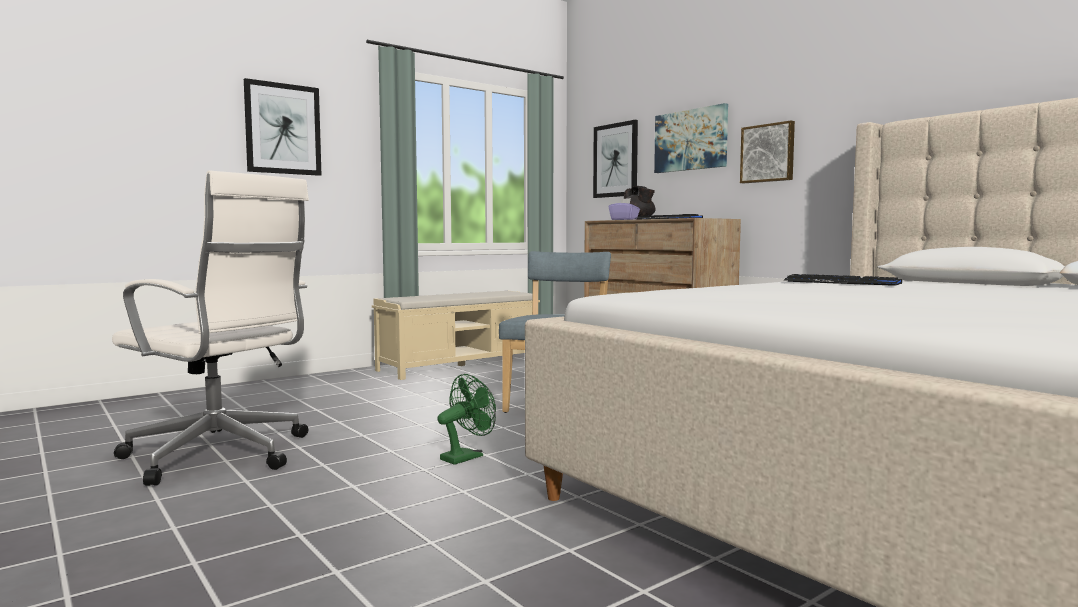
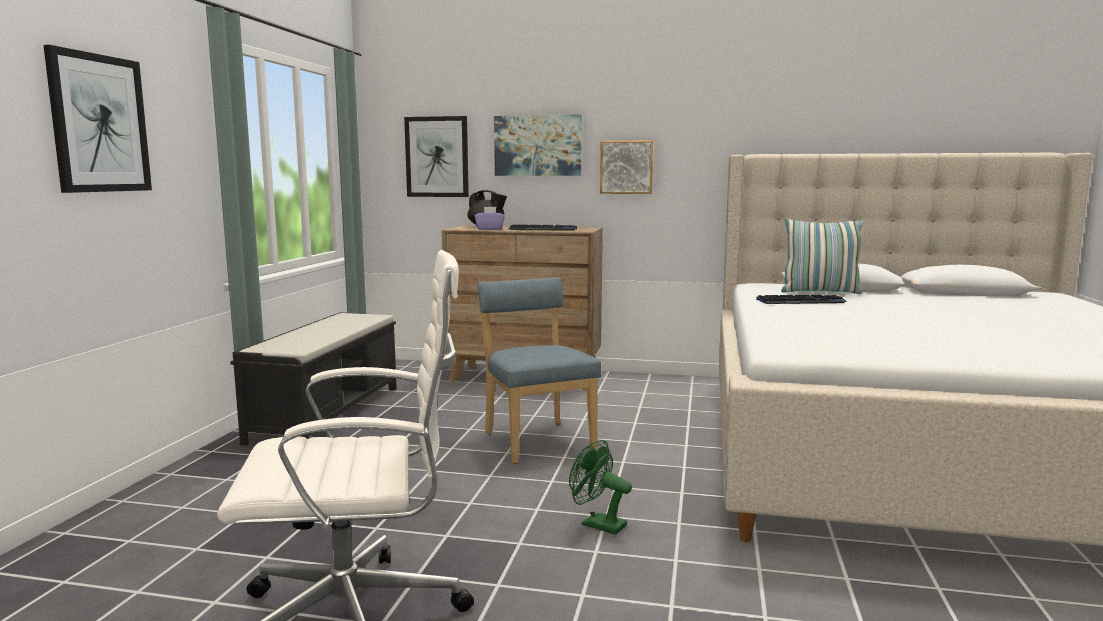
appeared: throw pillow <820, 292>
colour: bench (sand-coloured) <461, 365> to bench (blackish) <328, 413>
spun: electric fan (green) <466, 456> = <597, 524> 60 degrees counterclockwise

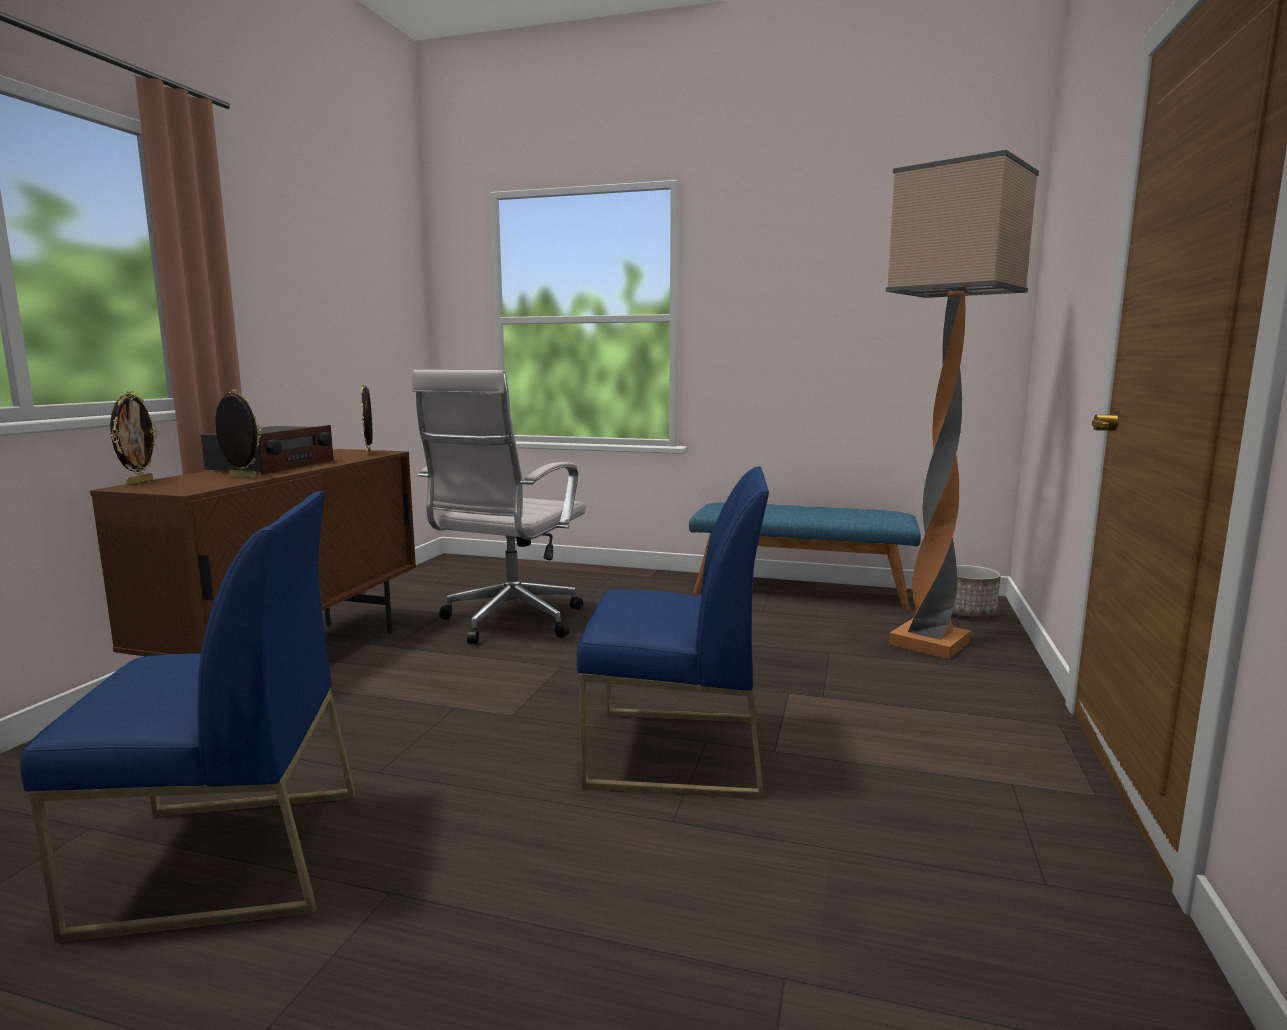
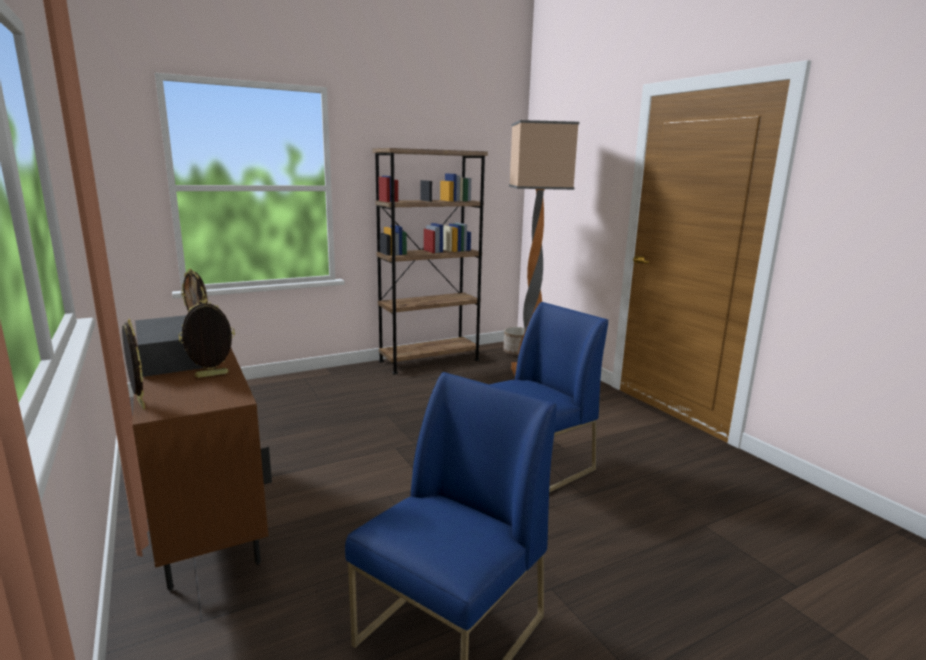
missing: desk chair (white-coloured) <508, 623>
exchanged: bench (blue) <800, 591> to bookshelf (brown) <429, 360>

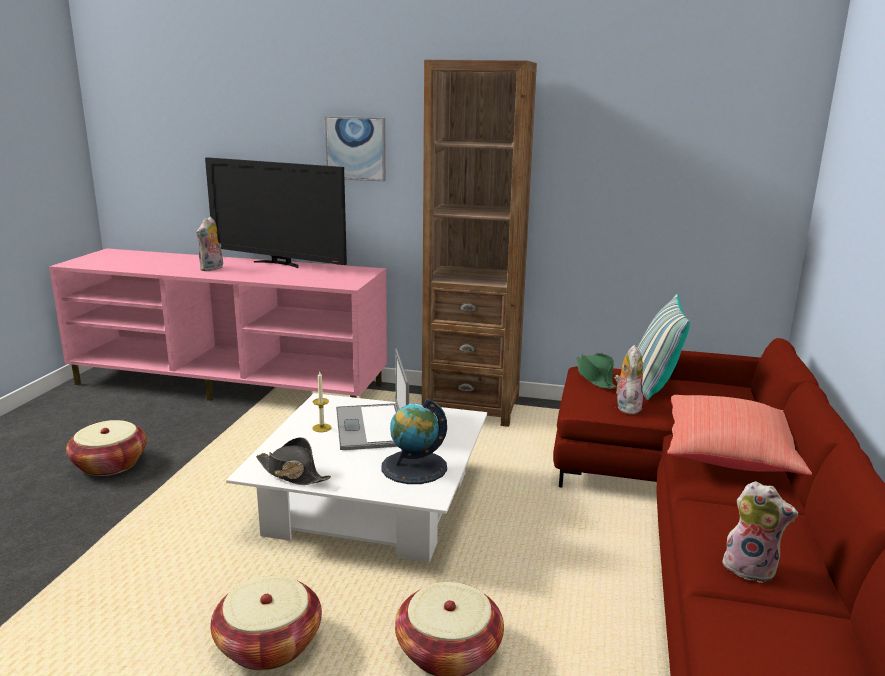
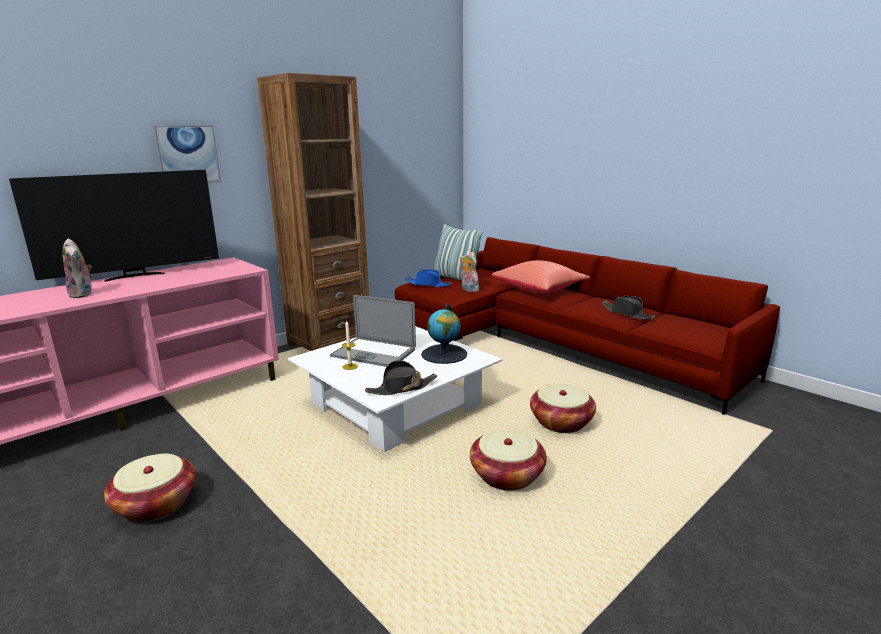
exchanged: plush toy <751, 568> to hat (blackish) <627, 313>
colour: hat (green) <595, 377> to hat (blue) <428, 284>

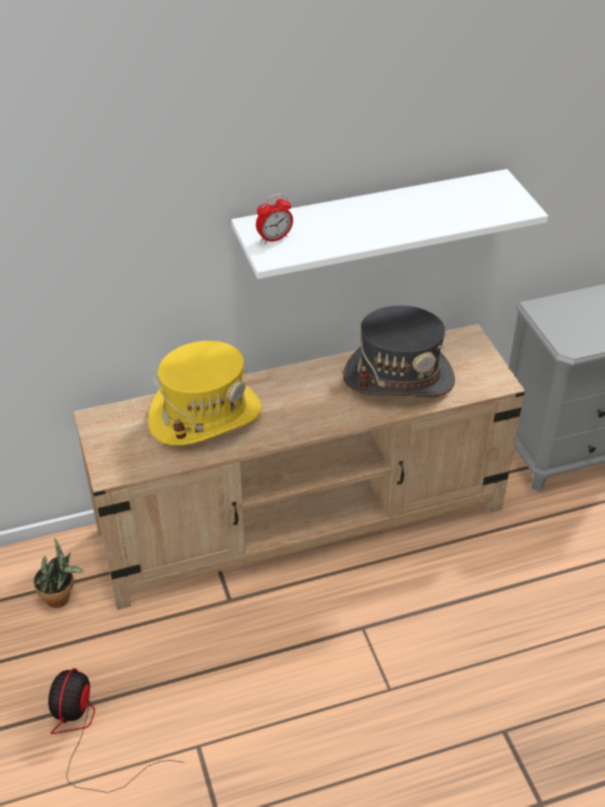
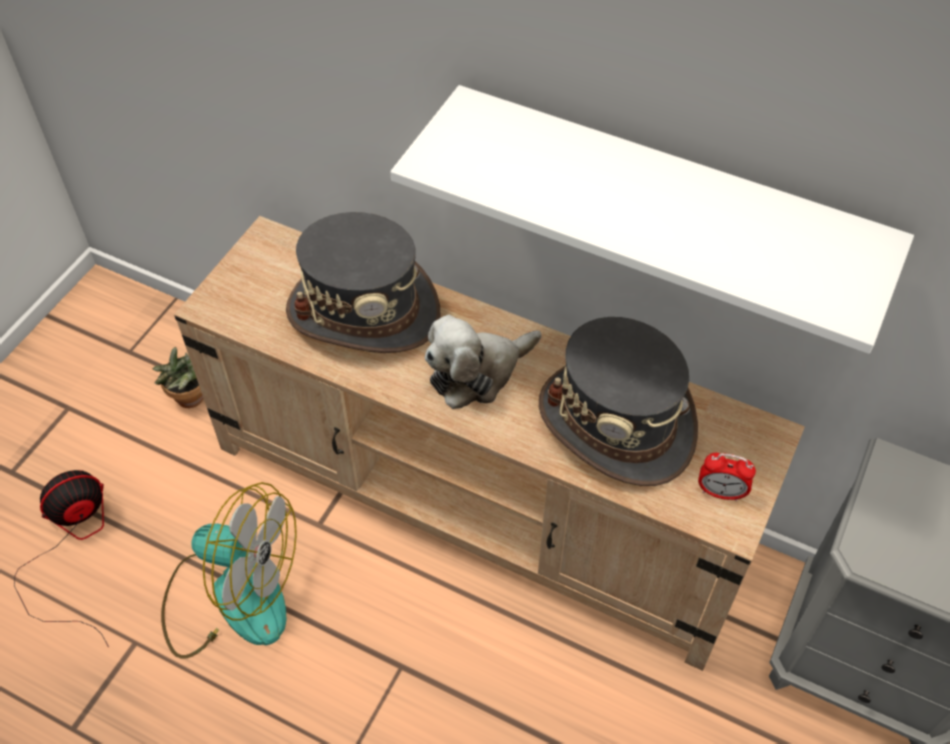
appeared: electric fan <231, 596>; plush toy <477, 373>
relocated: alarm clock <274, 238> to <720, 492>
colour: hat (yellow-coloured) <205, 415> to hat (greyish) <364, 311>

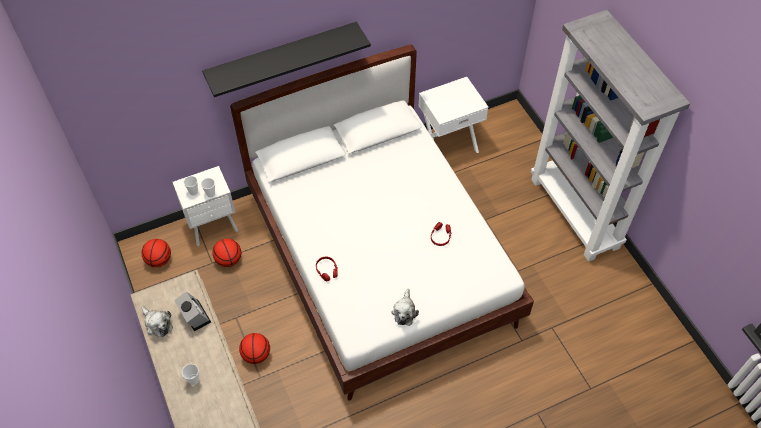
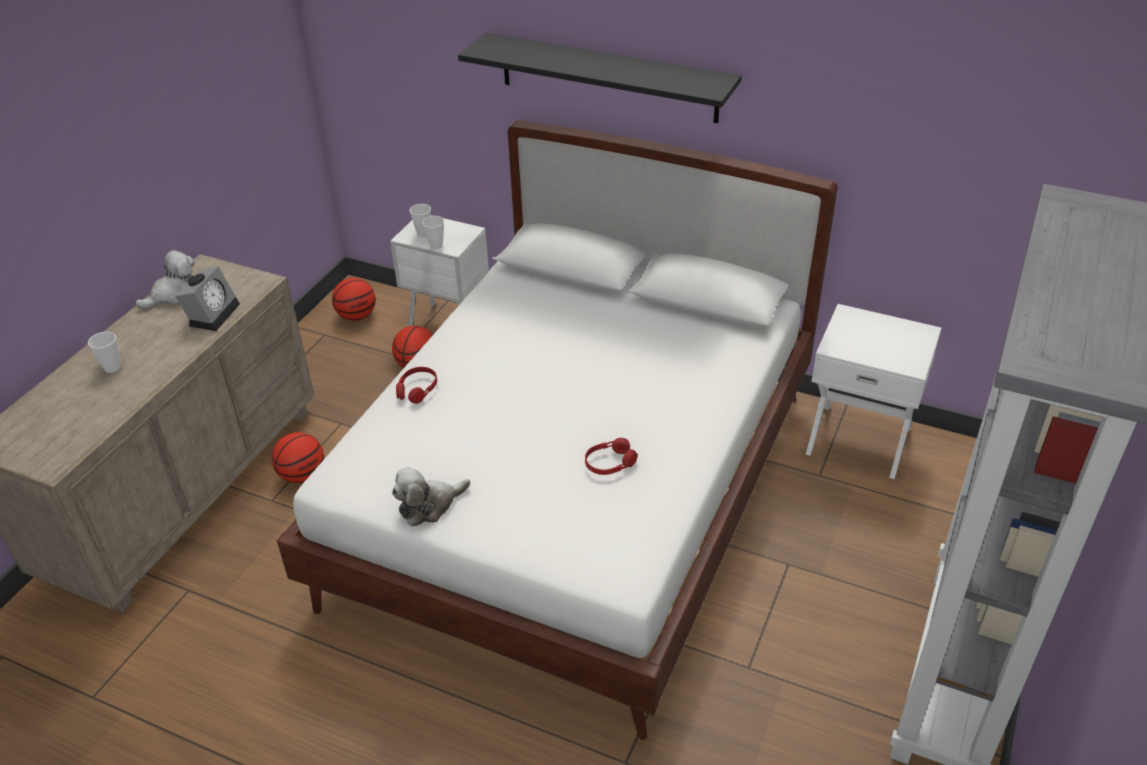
spun: plush toy <157, 324> = <174, 295> 135 degrees counterclockwise

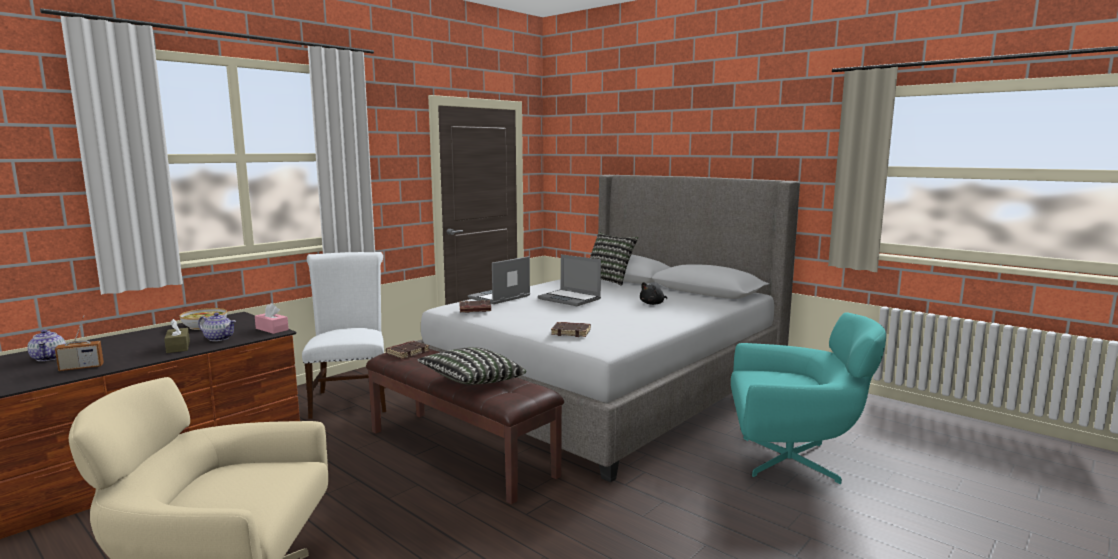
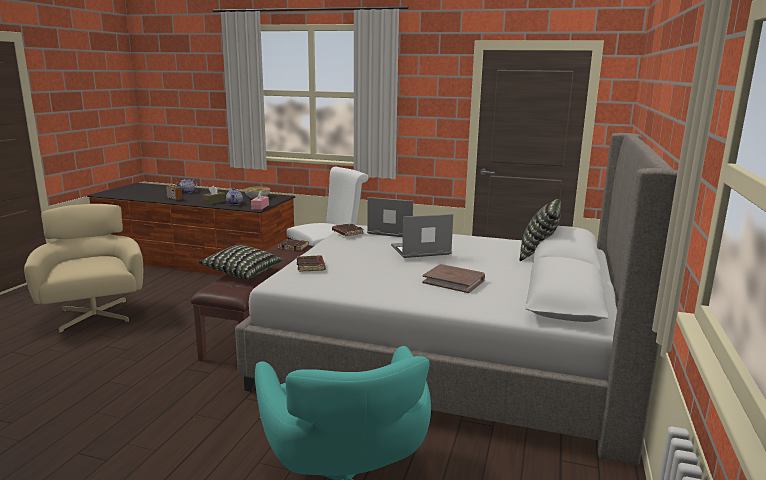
exchanged: plush toy (blackish) <653, 304> to bound book (brown) <454, 281>
spun: portable computer <570, 299> = <420, 251> 60 degrees clockwise

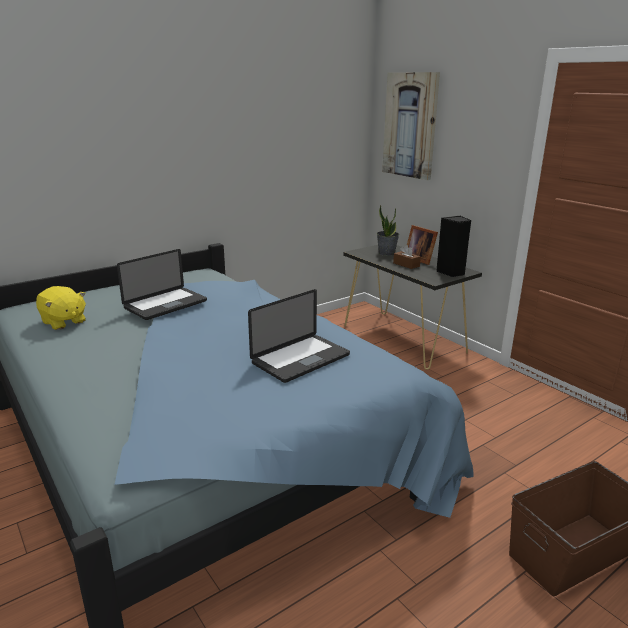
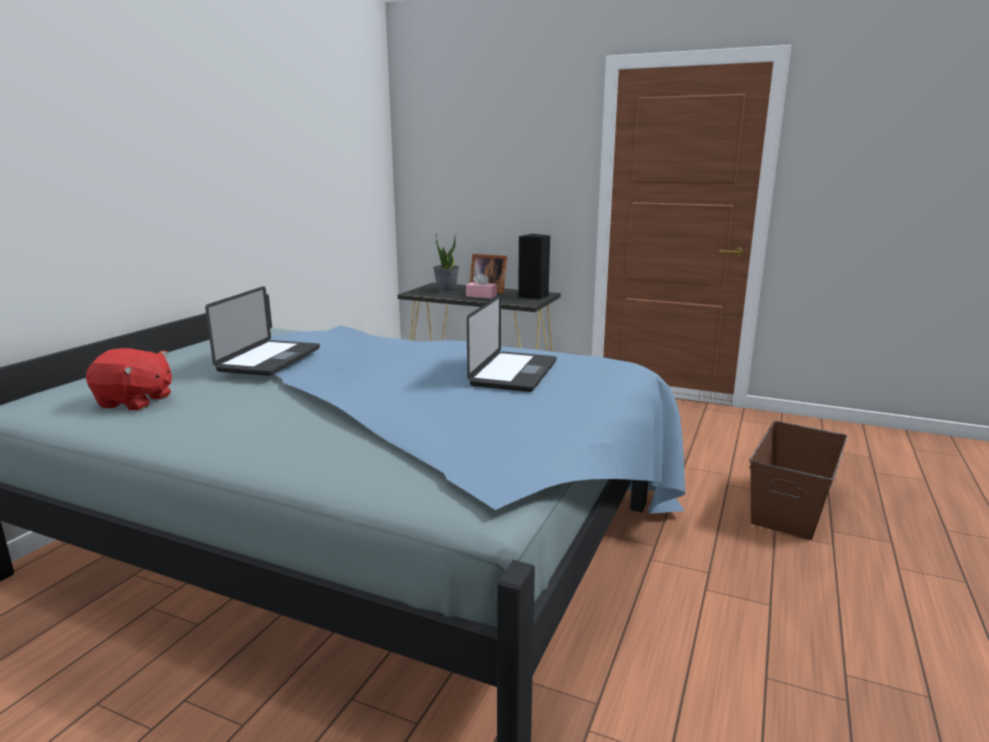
missing: wall art <410, 125>
colour: plush toy (yellow-coloured) <63, 322> to plush toy (red) <135, 402>; tissue box (brown) <406, 264> to tissue box (pink-coloured) <481, 296>

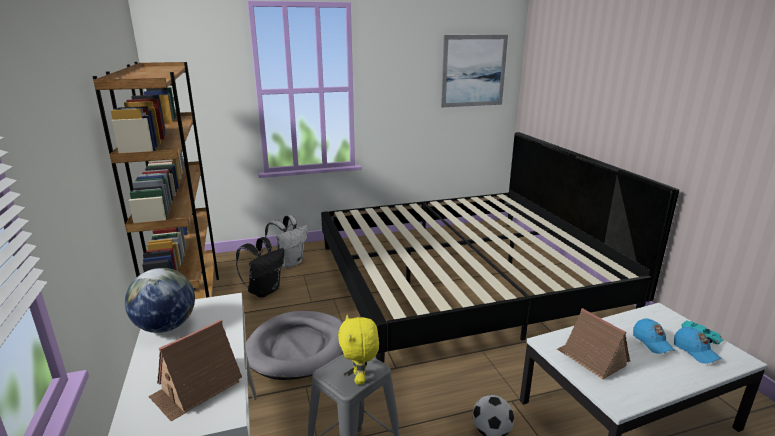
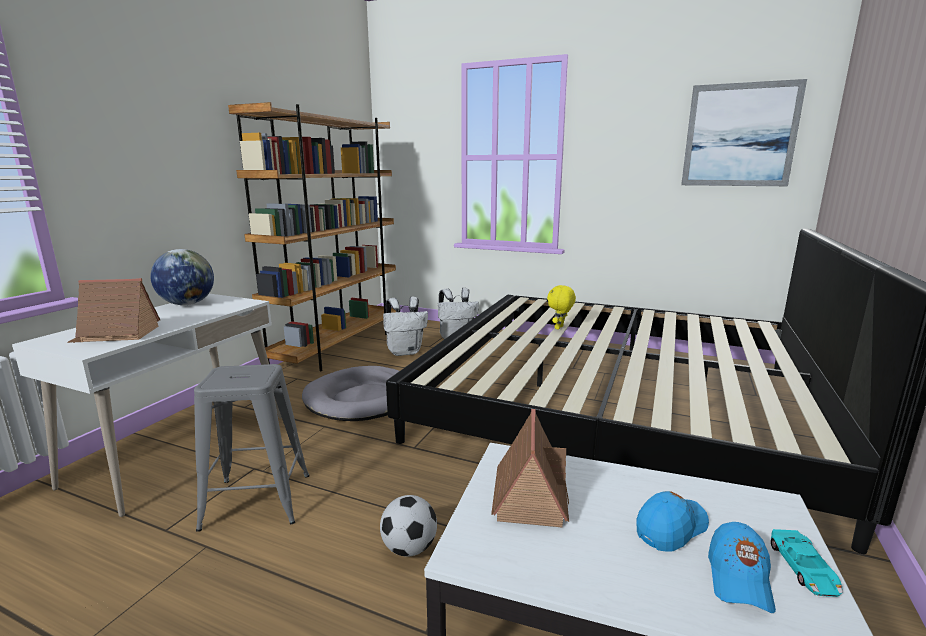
relocated: plush toy (yellow-coloured) <360, 378> to <559, 328>
colour: backpack (blackish) <264, 291> to backpack (white-coloured) <405, 352>
spun: cap (blue) <652, 342> = <671, 528> 150 degrees counterclockwise

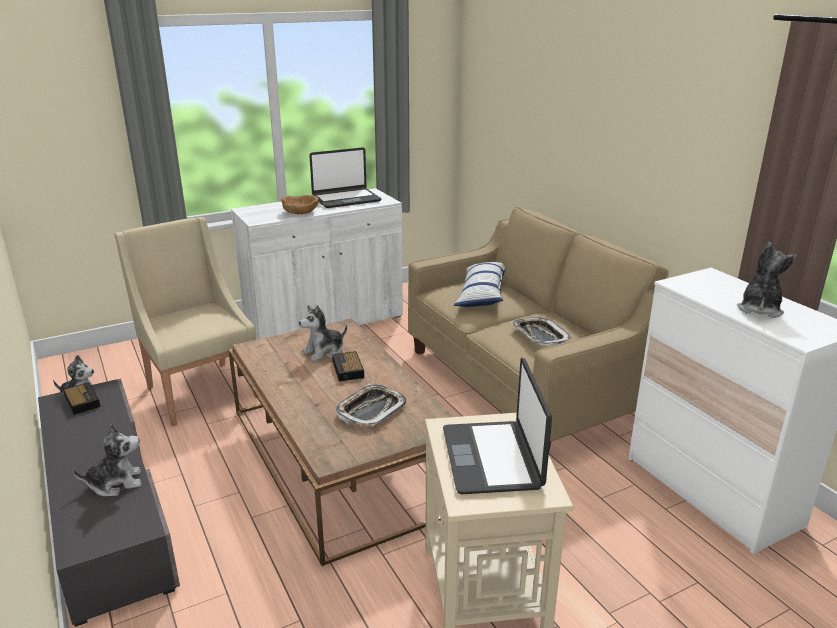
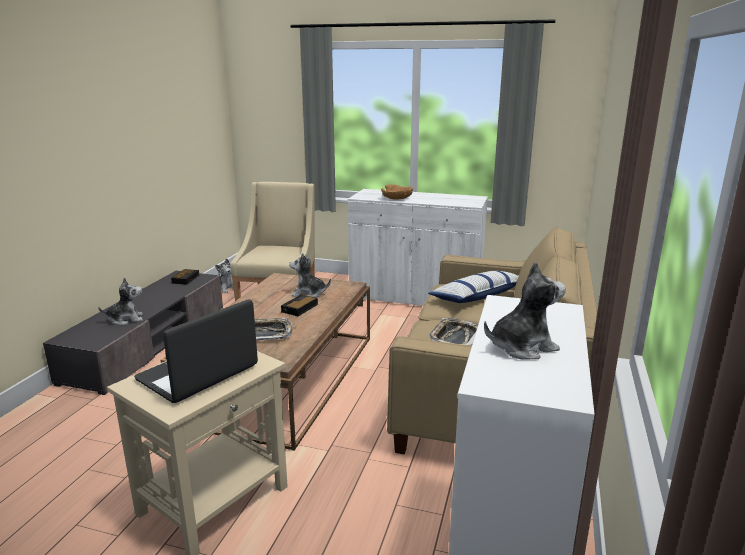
missing: portable computer <346, 199>
spun: plush toy <116, 483> = <126, 319> 45 degrees counterclockwise

